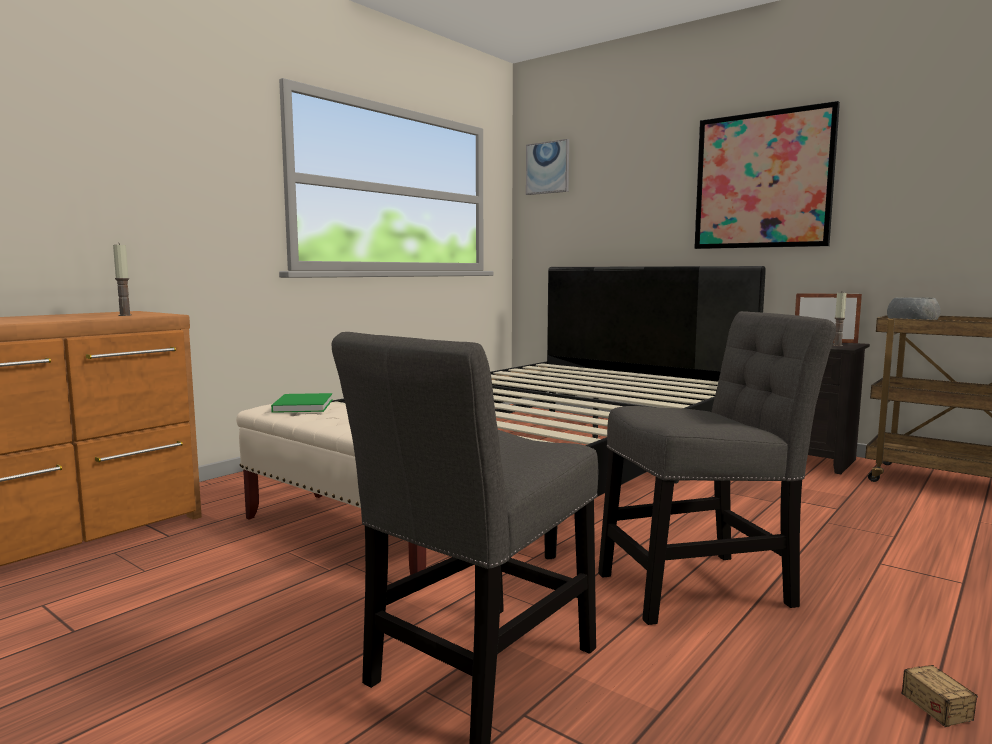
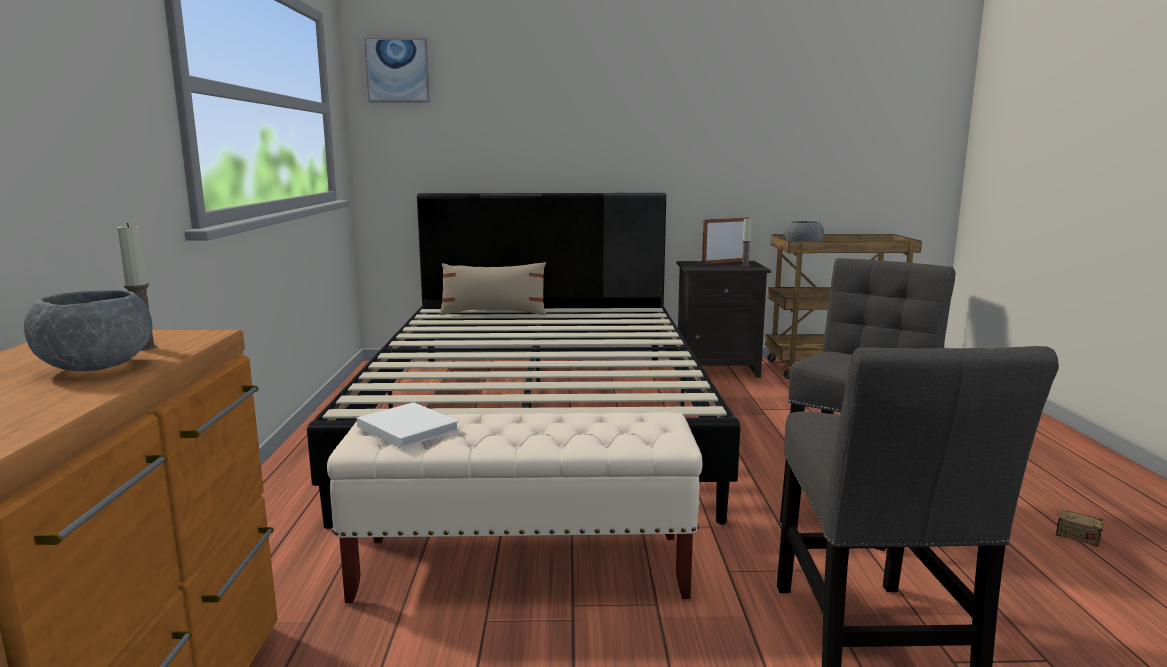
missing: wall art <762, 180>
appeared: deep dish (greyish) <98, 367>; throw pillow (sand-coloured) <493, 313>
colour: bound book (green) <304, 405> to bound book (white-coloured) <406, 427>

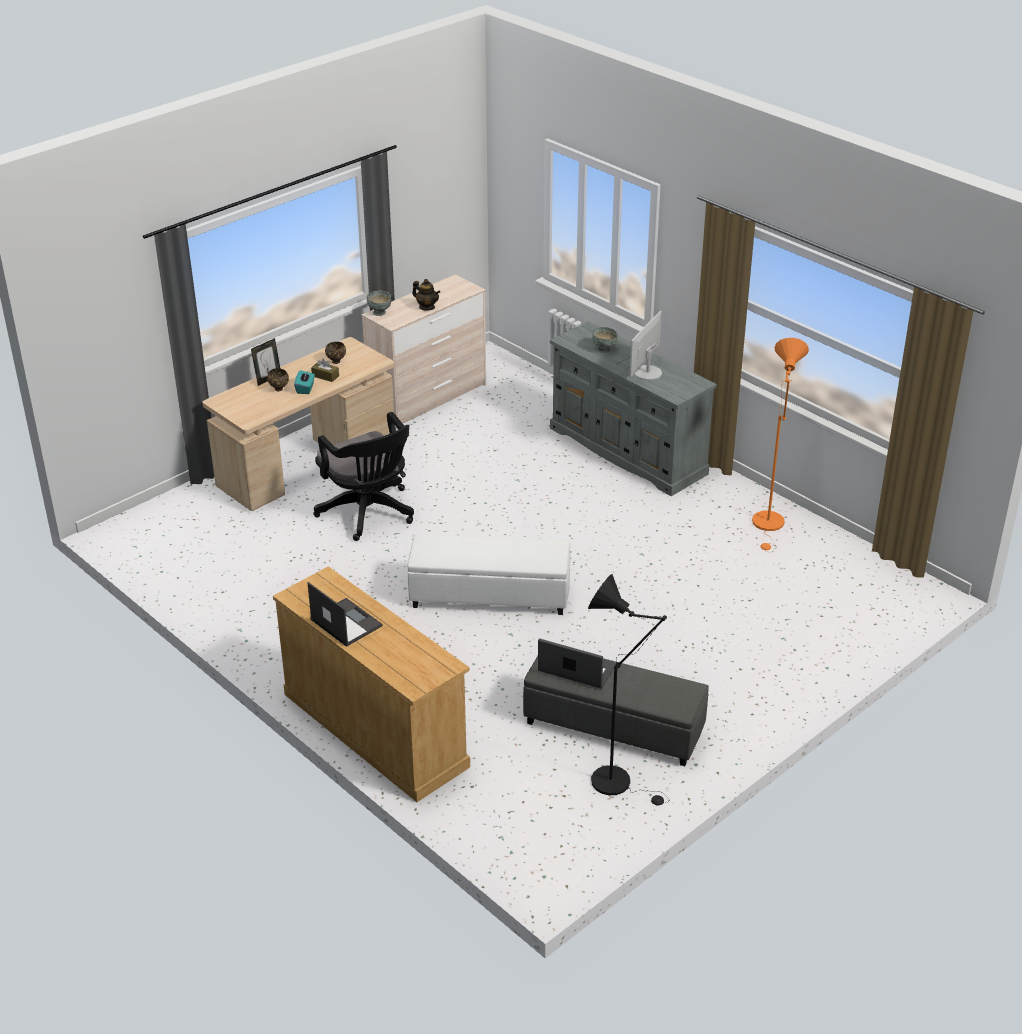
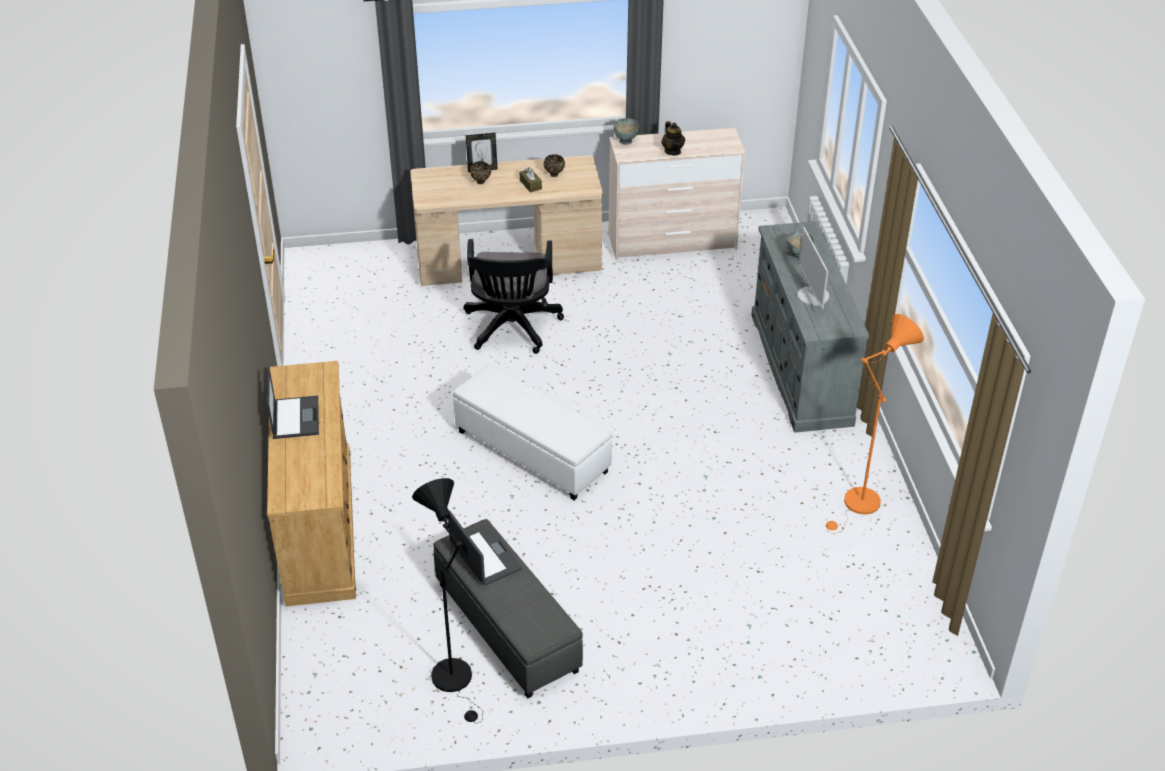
missing: tissue box (blue-green) <305, 389>
spun: computer screen <647, 373> = <812, 296> 75 degrees counterclockwise

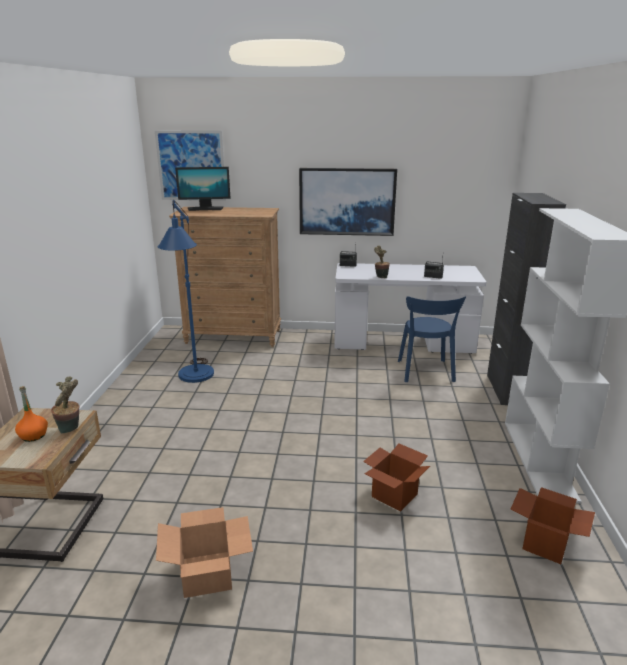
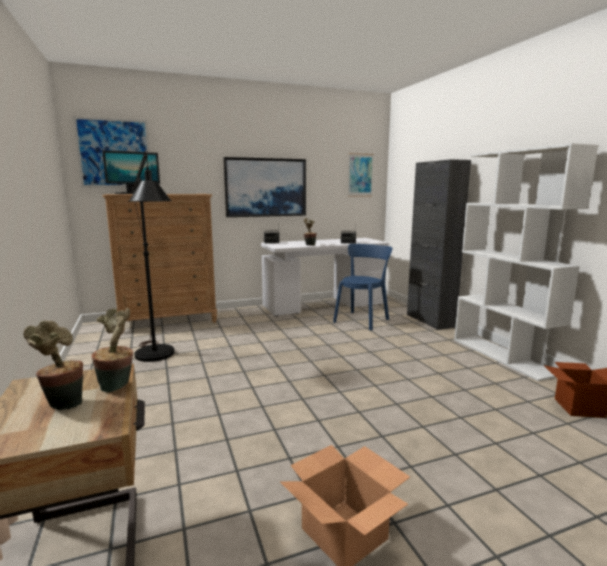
missing: cardboard box <394, 495>
appeared: wall art <360, 175>
exchanged: drink bottle (orange) <33, 435> to houseplant <63, 403>
colour: standing lamp (blue) <195, 379> to standing lamp (blackish) <157, 358>
spun: upright chair (blue) <426, 372> = <362, 320> 120 degrees counterclockwise

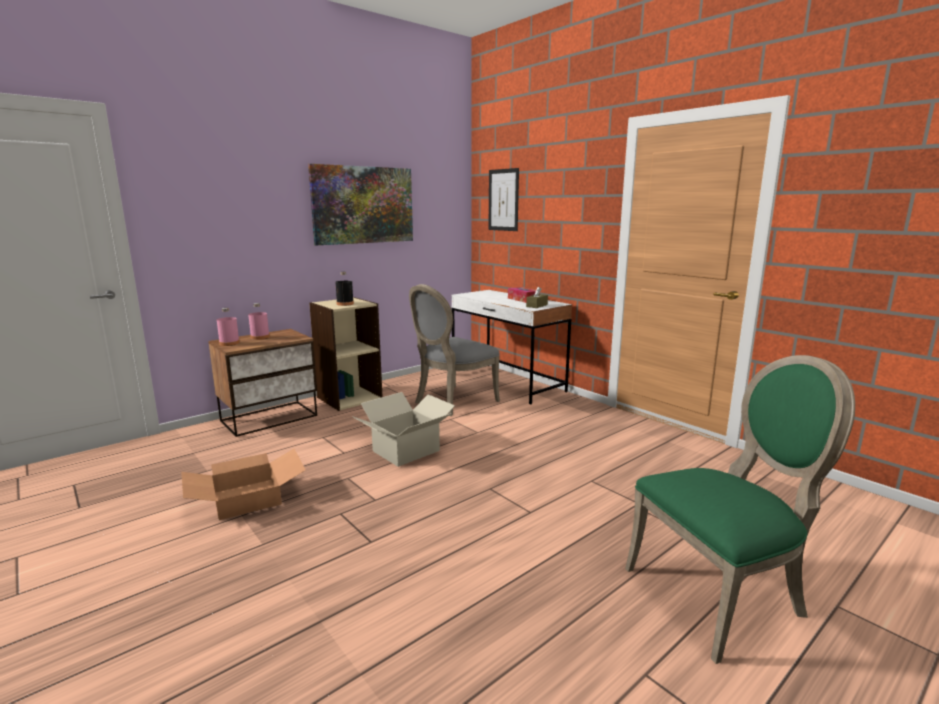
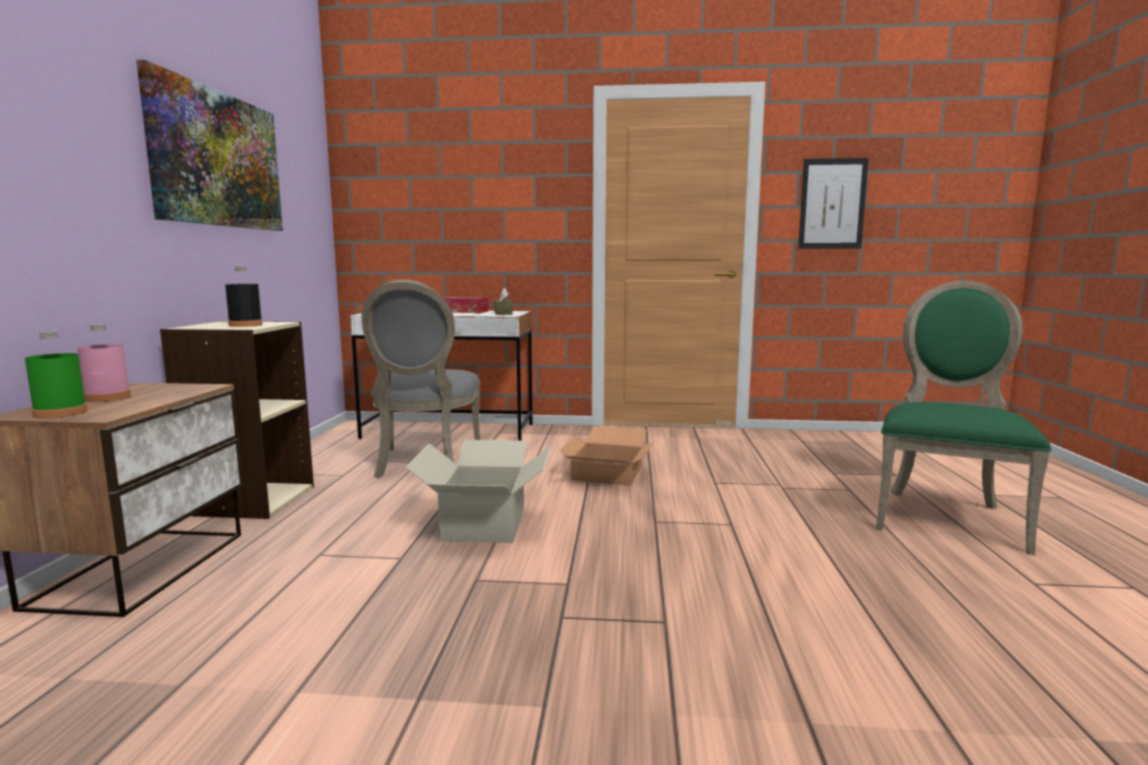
relocated: cardboard box <246, 499> to <608, 473>; wall art <503, 200> to <832, 204>
colour: drink bottle (pink-coloured) <229, 343> to drink bottle (green) <60, 413>

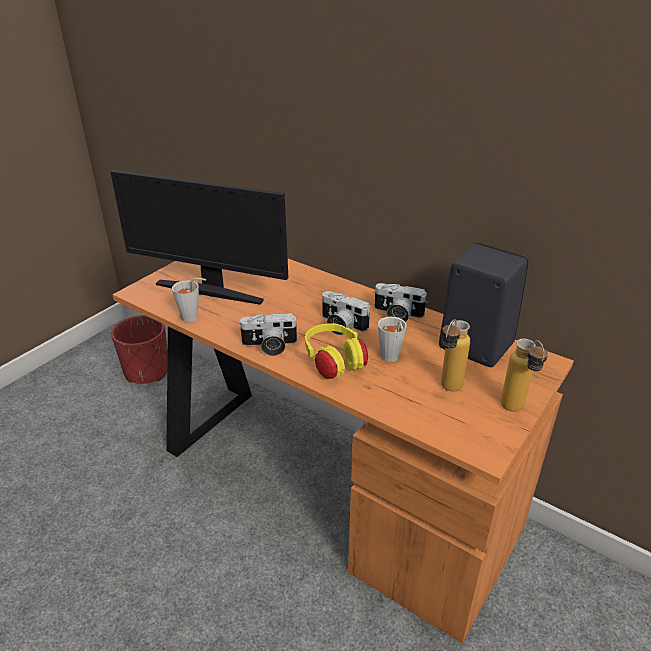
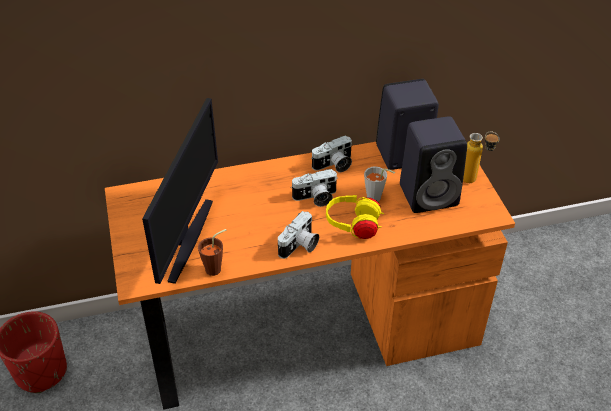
exchanged: drink bottle <447, 390> to speaker (blackish) <430, 194>
colour: small cup (greyish) <193, 318> to small cup (brown) <216, 268>
spun: computer screen <210, 290> = <187, 239> 45 degrees counterclockwise

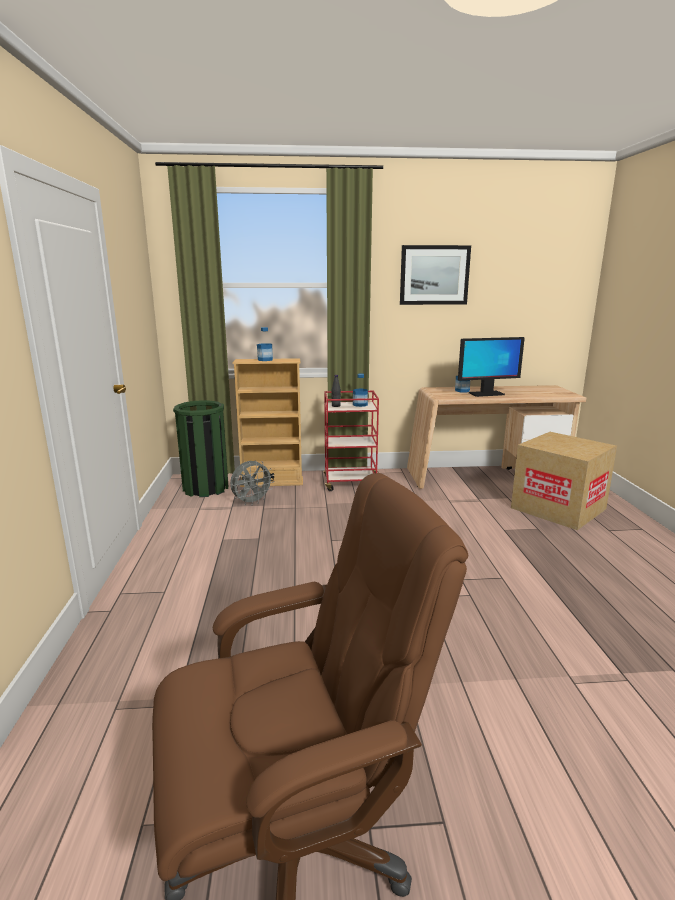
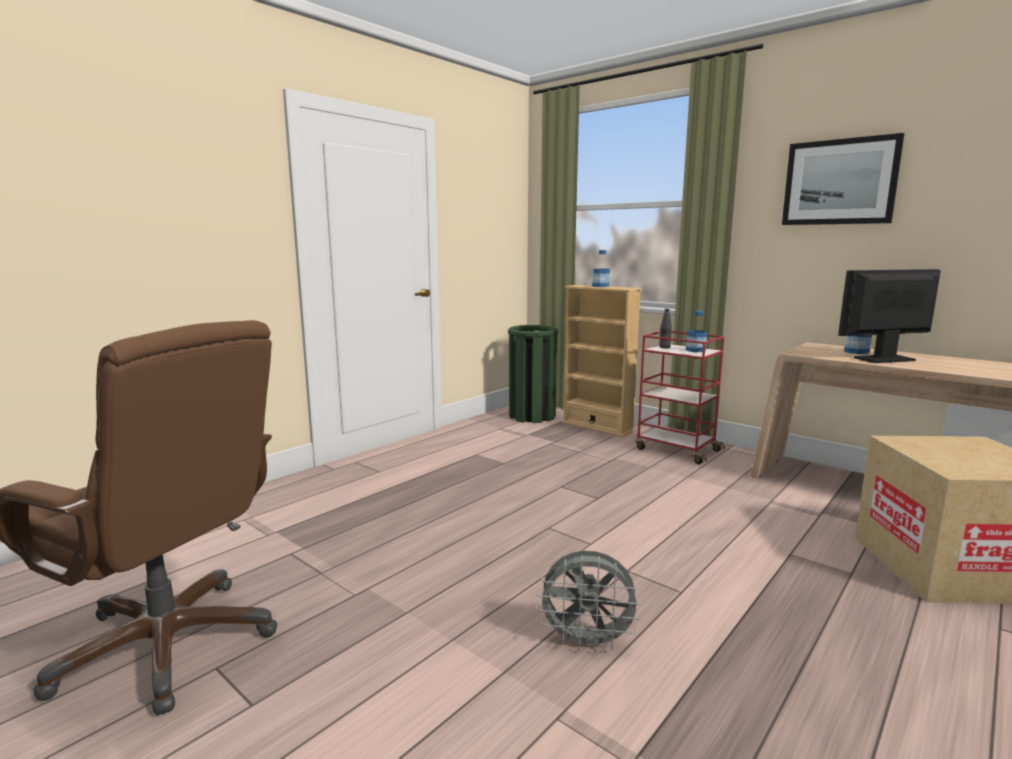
relocated: electric fan (greyish) <252, 502> to <587, 642>
spun: computer screen <486, 394> = <884, 359> 135 degrees clockwise

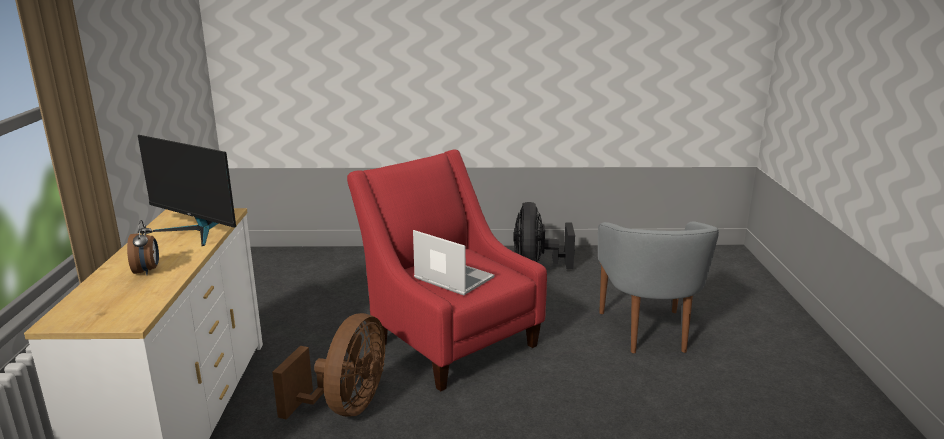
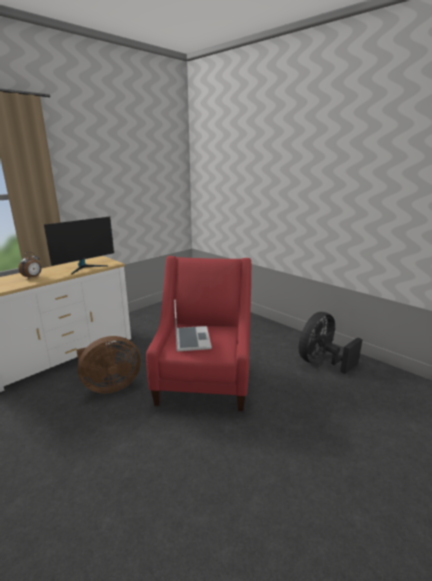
missing: armchair (greyish) <648, 331>
spun: computer screen <196, 231> = <85, 267> 120 degrees counterclockwise

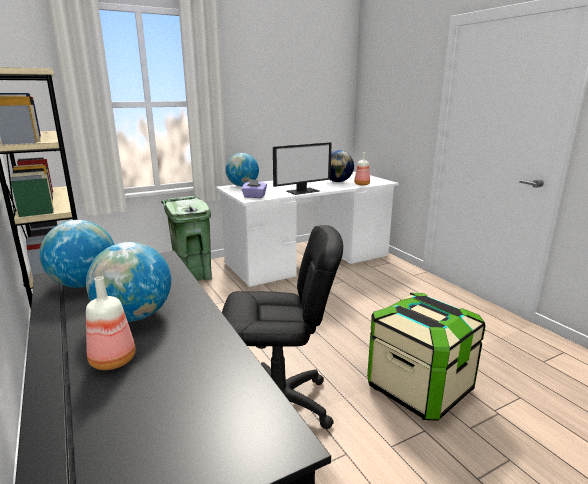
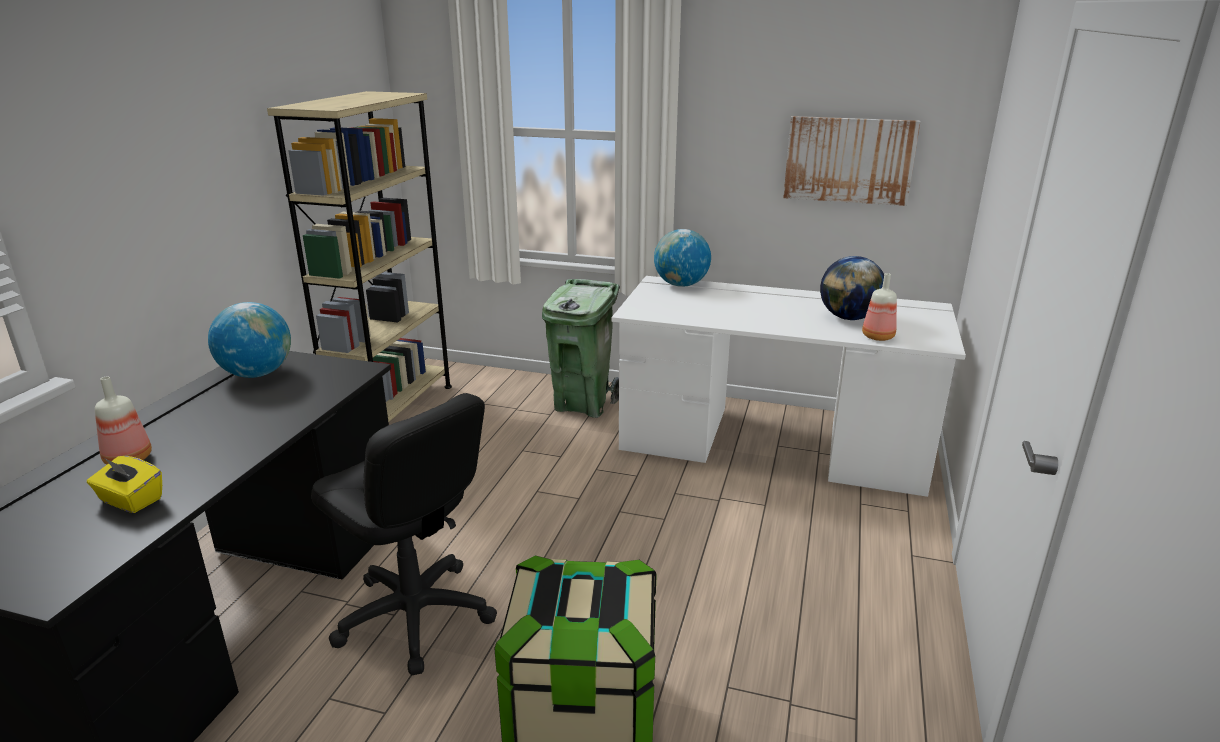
missing: world globe <134, 316>; tissue box (purple-coloured) <254, 196>; computer screen <302, 191>
appeared: tissue box (yellow-coloured) <130, 500>; wall art <849, 160>

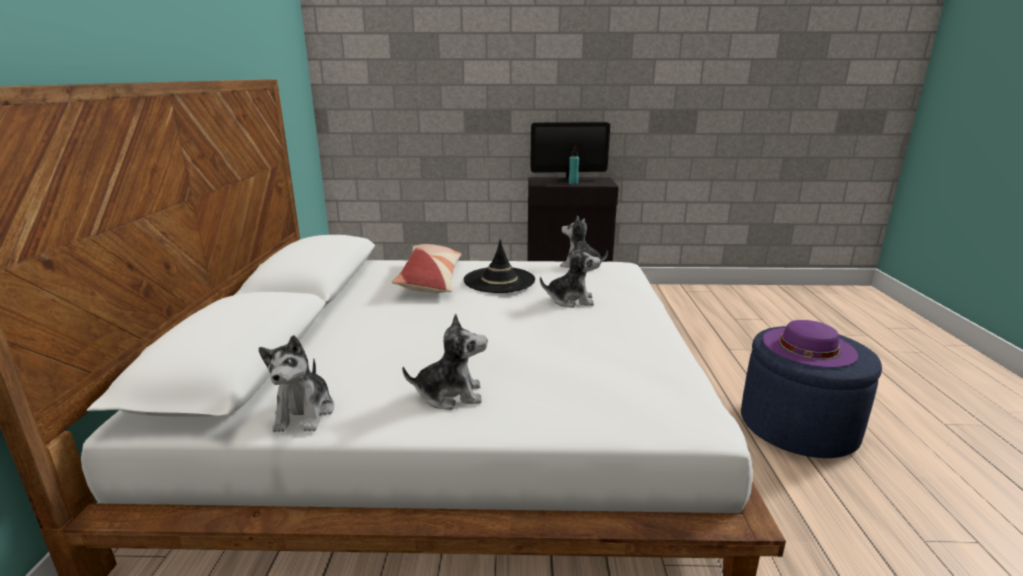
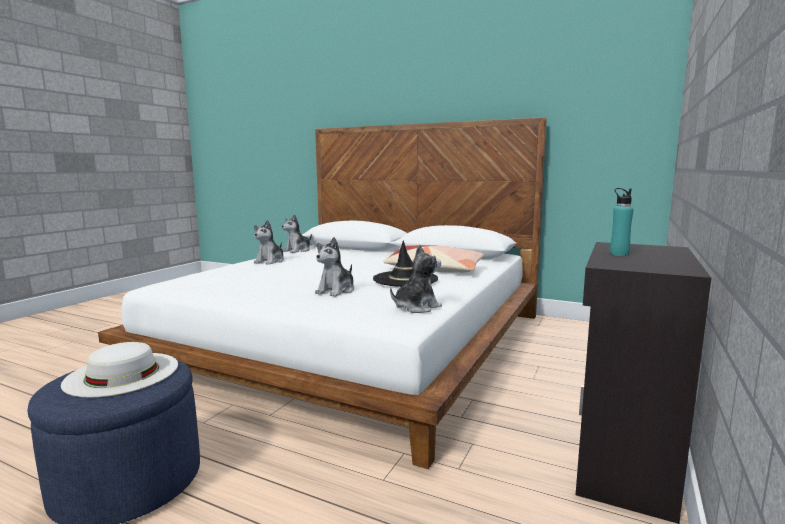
missing: computer screen <568, 180>
colour: hat (purple-coloured) <808, 346> to hat (white-coloured) <122, 373>
spun: plush toy <305, 413> = <297, 250> 75 degrees counterclockwise

